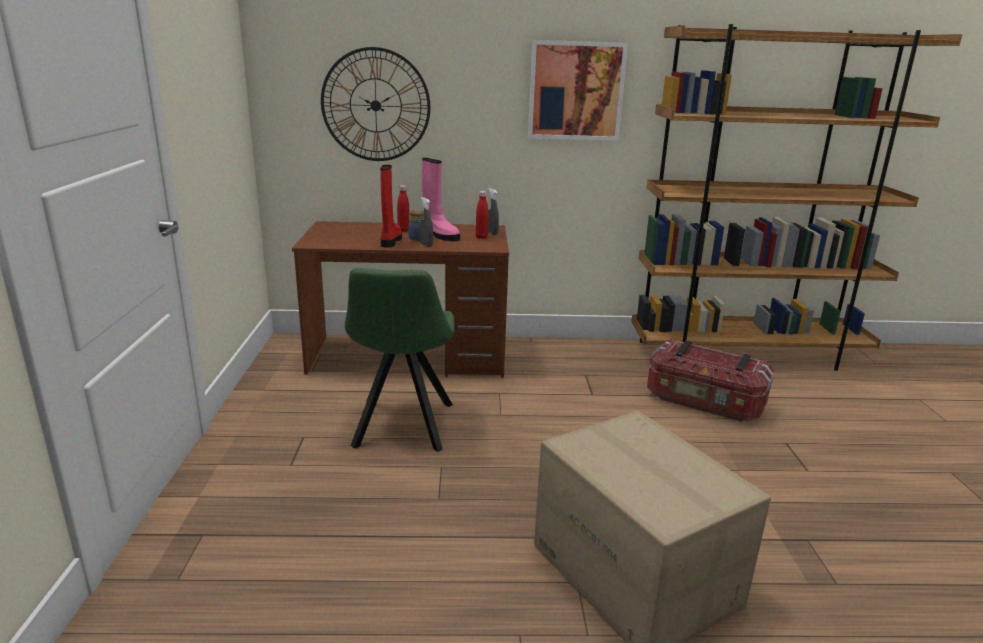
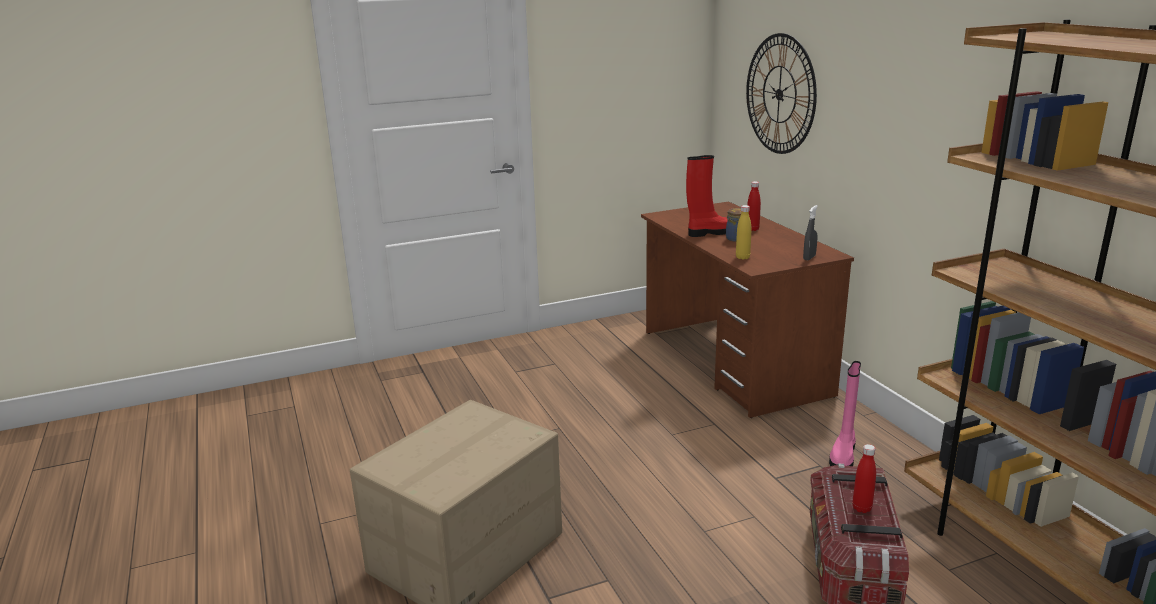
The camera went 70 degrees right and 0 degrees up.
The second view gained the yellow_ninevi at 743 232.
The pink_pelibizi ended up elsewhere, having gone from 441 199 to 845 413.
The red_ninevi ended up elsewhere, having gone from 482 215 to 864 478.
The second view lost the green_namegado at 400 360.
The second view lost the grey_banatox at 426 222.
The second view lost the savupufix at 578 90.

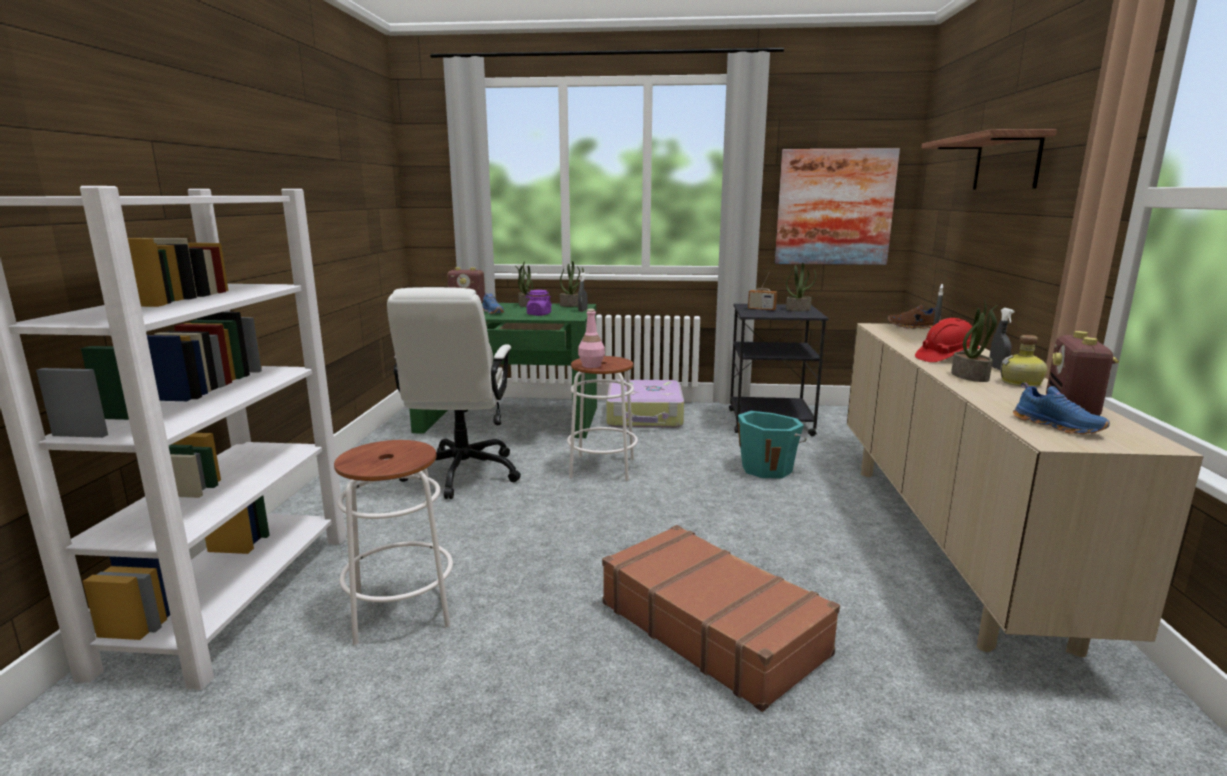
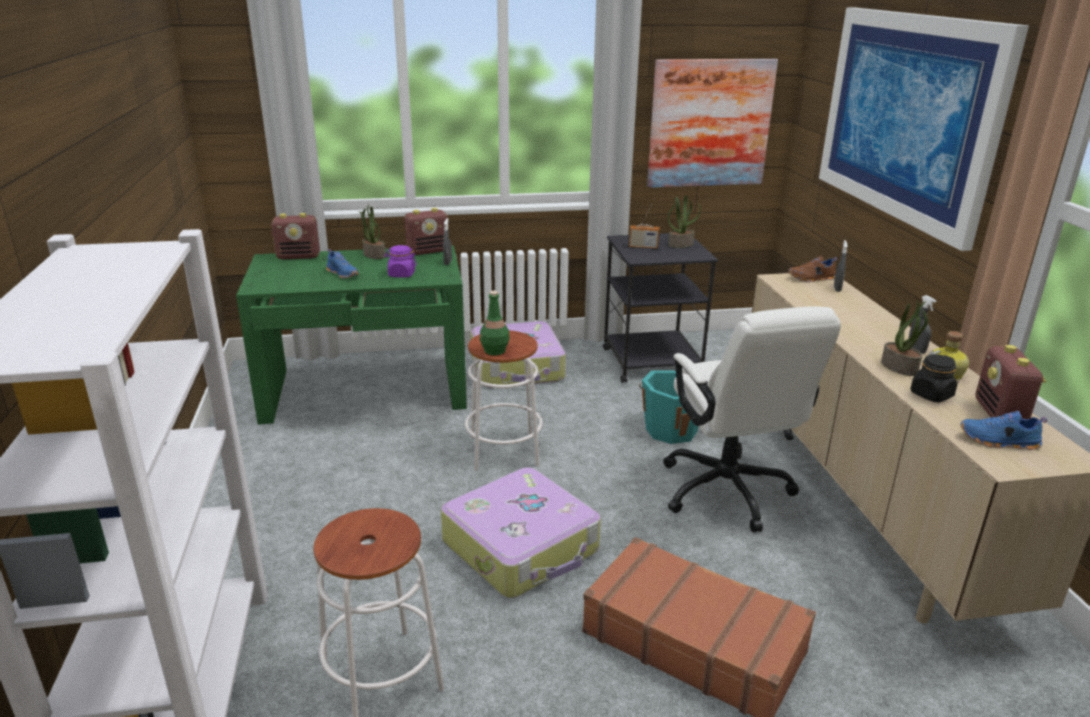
The camera went 15 degrees left and 10 degrees up.
Where the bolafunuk stood at 572 284, the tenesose came to stand at 426 231.
The second view gained the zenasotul at 521 532.
What was the pink_ninevi at 591 338 turned into the green_ninevi at 495 323.
The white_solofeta ended up elsewhere, having gone from 454 393 to 752 419.
Where the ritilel hung at 989 159, the savupufix came to hang at 924 129.
The second view gained the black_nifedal at 933 378.
The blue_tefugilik at 1061 408 ended up facing another way, 150 degrees clockwise from before.
The second view lost the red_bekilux at 947 340.

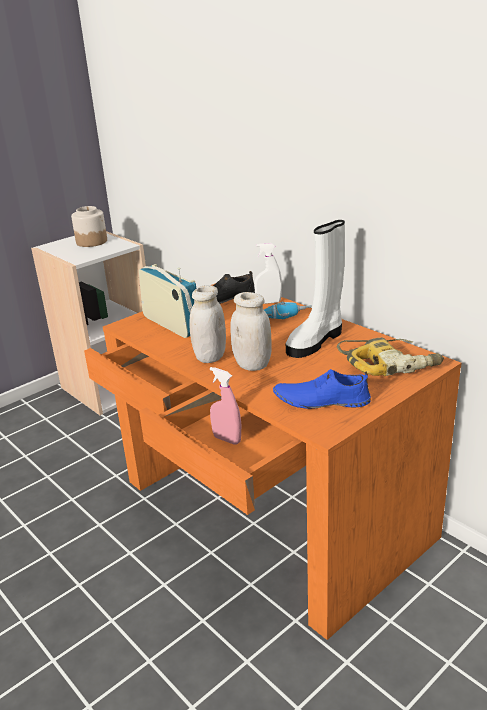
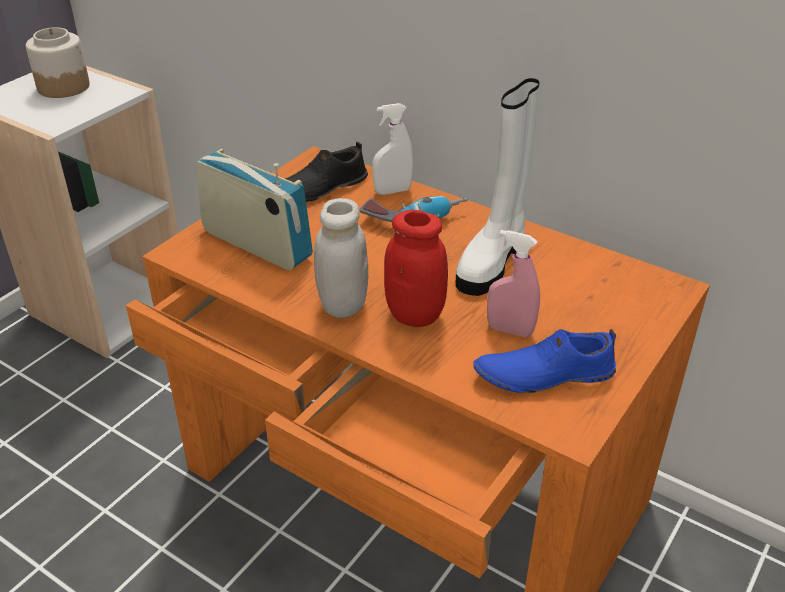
The camera went 15 degrees left and 10 degrees up.
What was the white_nifedal at 251 331 turned into the red_nifedal at 416 268.
The pink_banatox ended up elsewhere, having gone from 225 406 to 513 283.
The second view lost the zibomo at 390 356.

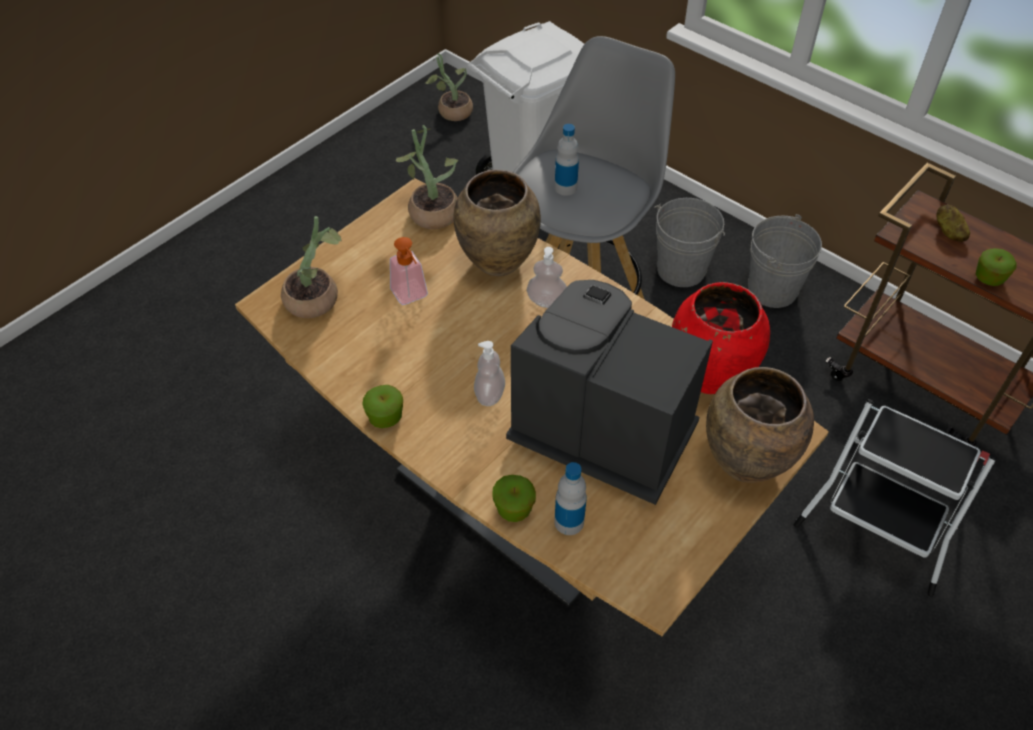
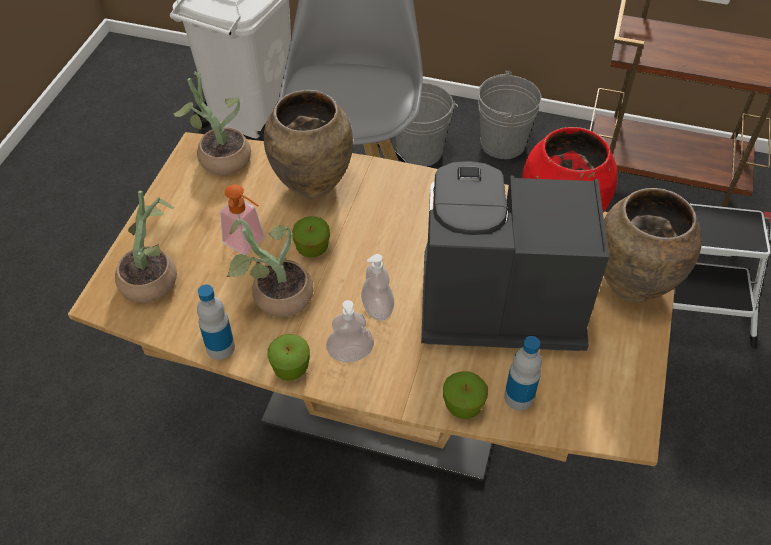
The camera went 25 degrees left and 0 degrees up.
The ninevi ended up elsewhere, having gone from 567 160 to 216 322.
The bolafunuk ended up elsewhere, having gone from 449 87 to 270 268.
The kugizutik ended up elsewhere, having gone from 996 267 to 311 236.
The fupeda ended up elsewhere, having gone from 547 277 to 350 331.
The second view lost the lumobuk at 953 223.

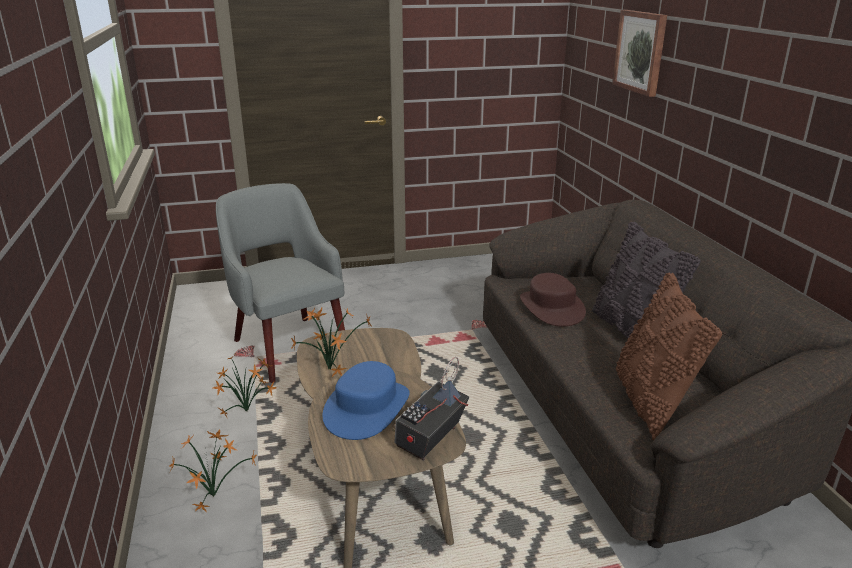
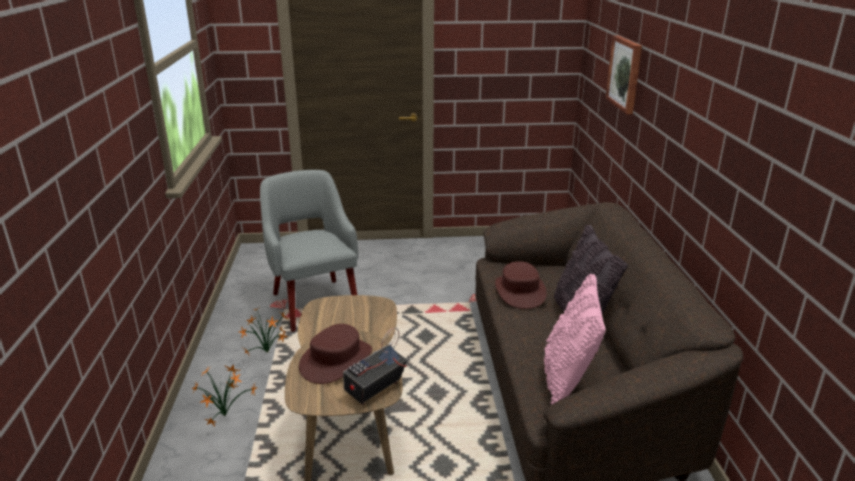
The camera went 10 degrees right and 0 degrees up.
What was the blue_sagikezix at 366 400 turned into the brown_sagikezix at 335 354.
What was the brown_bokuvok at 669 357 turned into the pink_bokuvok at 575 339.
The second view lost the bolafunuk at 332 342.

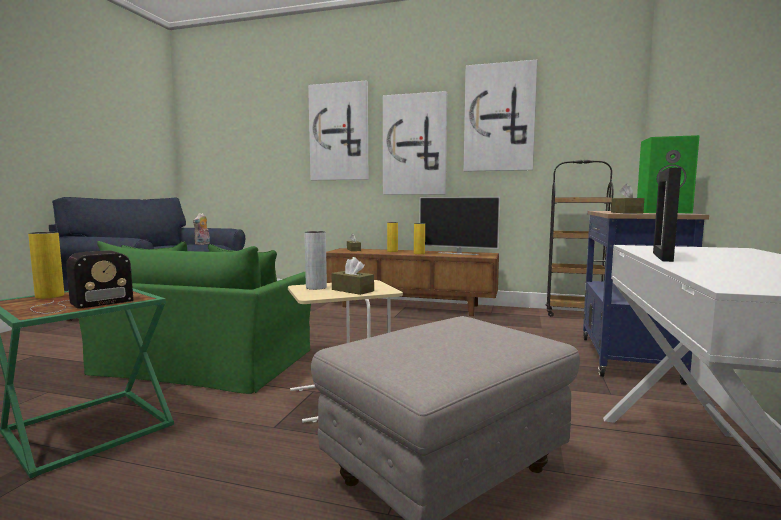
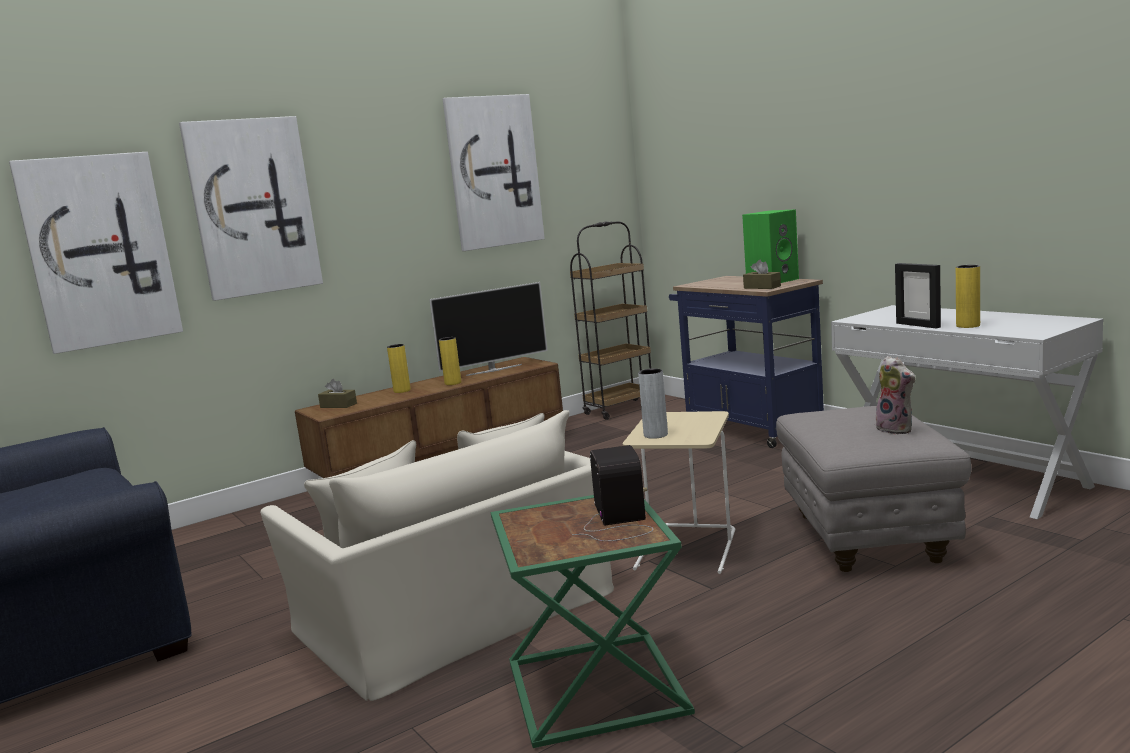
The camera went 50 degrees left and 5 degrees up.
The savupufix ended up elsewhere, having gone from 415 143 to 96 253.
What was the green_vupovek at 194 317 turned into the beige_vupovek at 437 555.
The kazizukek ended up elsewhere, having gone from 201 229 to 895 395.
The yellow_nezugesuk ended up elsewhere, having gone from 46 265 to 968 296.
The second view lost the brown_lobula at 353 276.

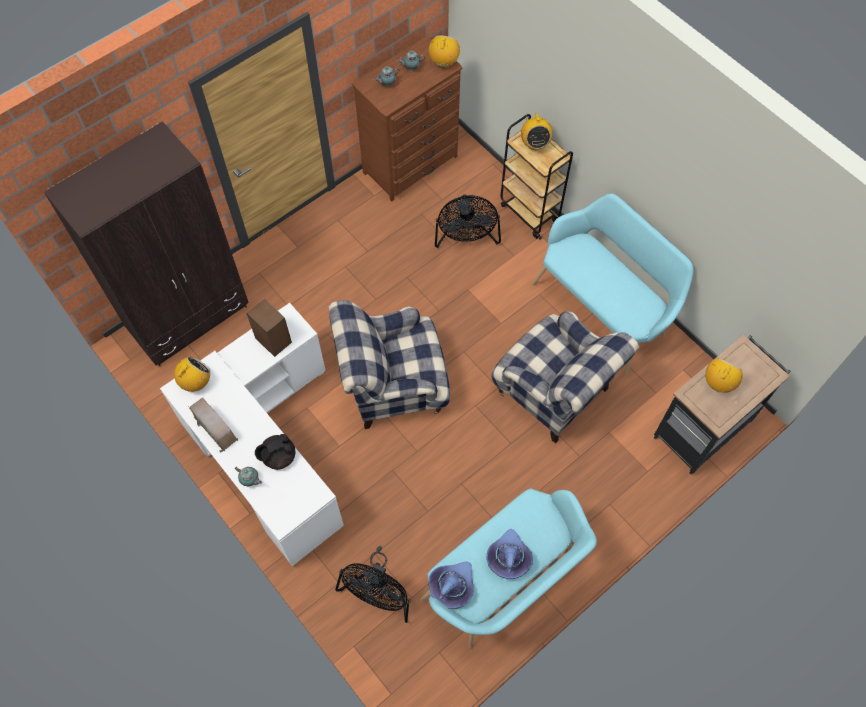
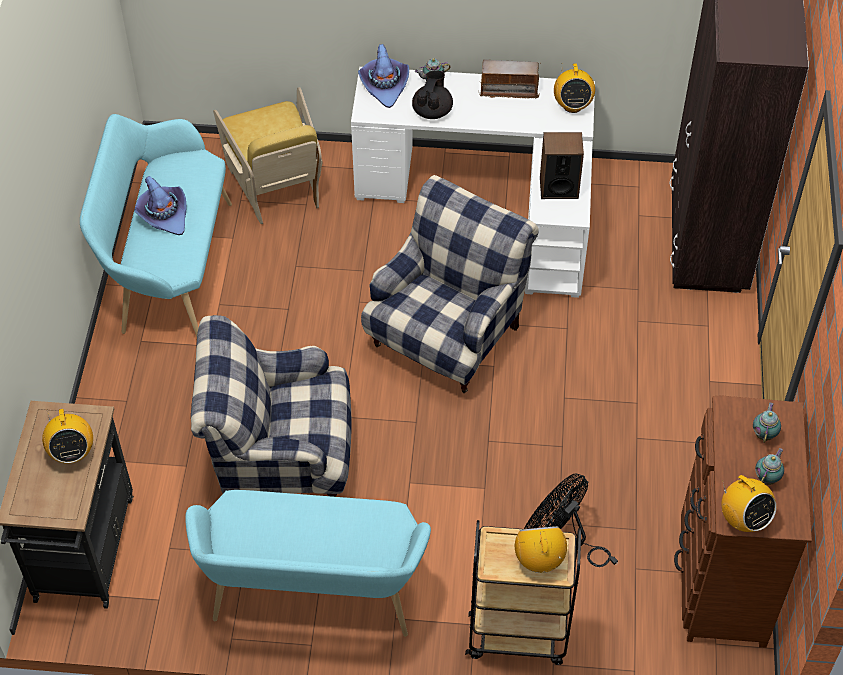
The camera went 135 degrees right and 10 degrees down.
Where the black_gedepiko stood at 373 584, the yellow_vupovek came to stand at 268 155.
The purple_sagikezix ended up elsewhere, having gone from 451 585 to 383 76.
The tenesose at 537 131 ended up facing another way, 45 degrees clockwise from before.

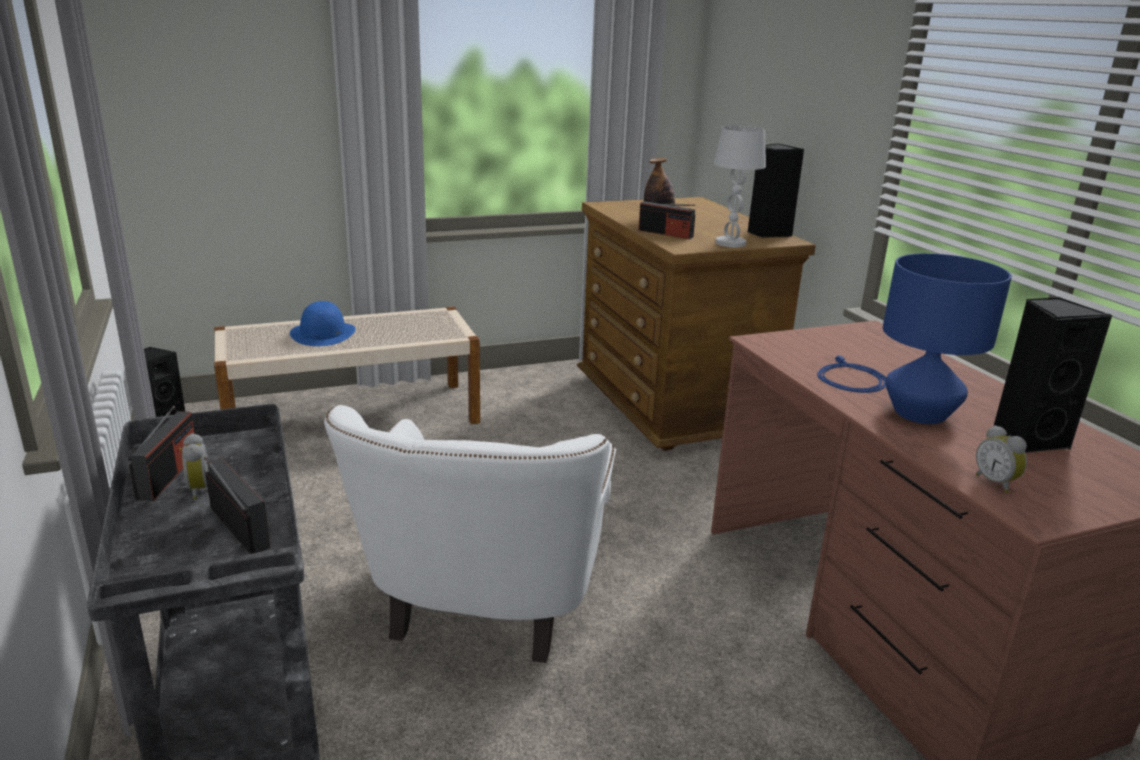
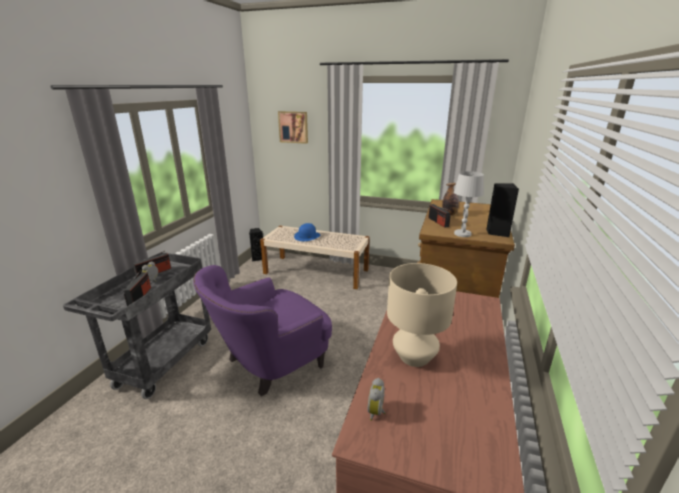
The camera went 40 degrees right and 0 degrees up.
What was the white_vupovek at 470 534 turned into the purple_vupovek at 262 330.
The second view gained the savupufix at 293 127.
What was the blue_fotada at 914 338 turned into the beige_fotada at 422 315.
The second view lost the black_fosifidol at 1053 375.

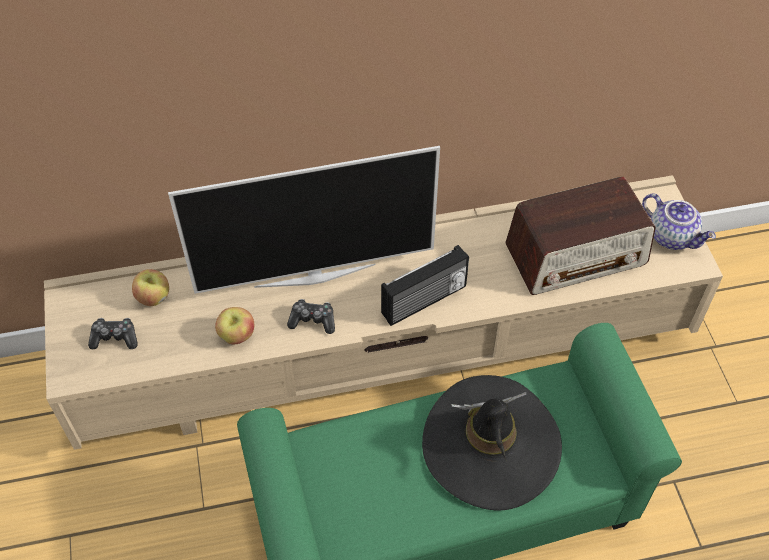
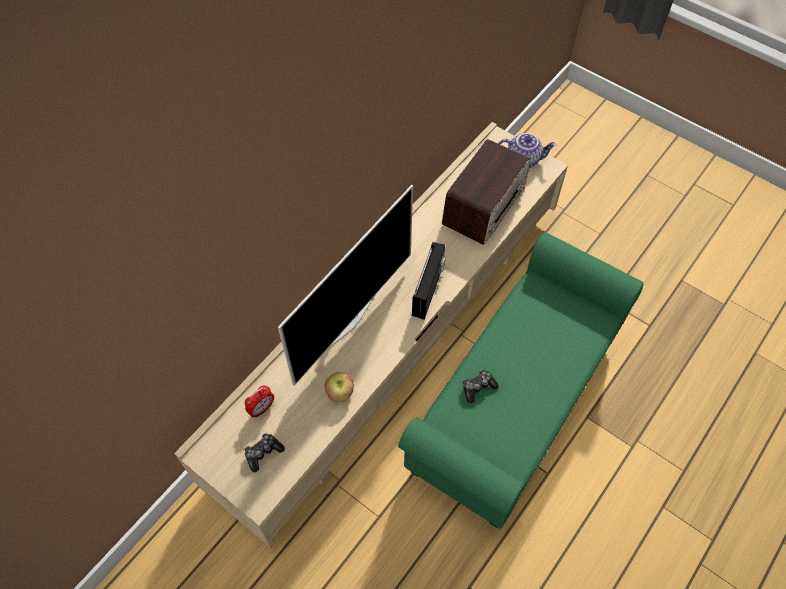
The camera went 40 degrees left and 5 degrees up.
Where the kugizutik stood at 150 287, the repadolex came to stand at 259 401.
The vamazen ended up elsewhere, having gone from 311 316 to 481 386.
The second view lost the black_sagikezix at 492 443.

